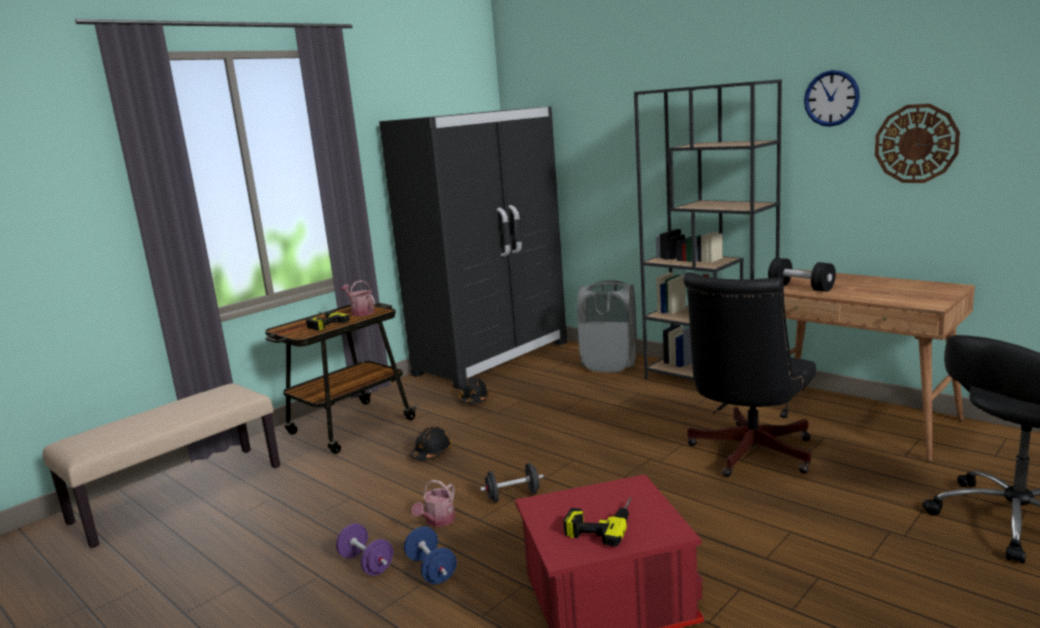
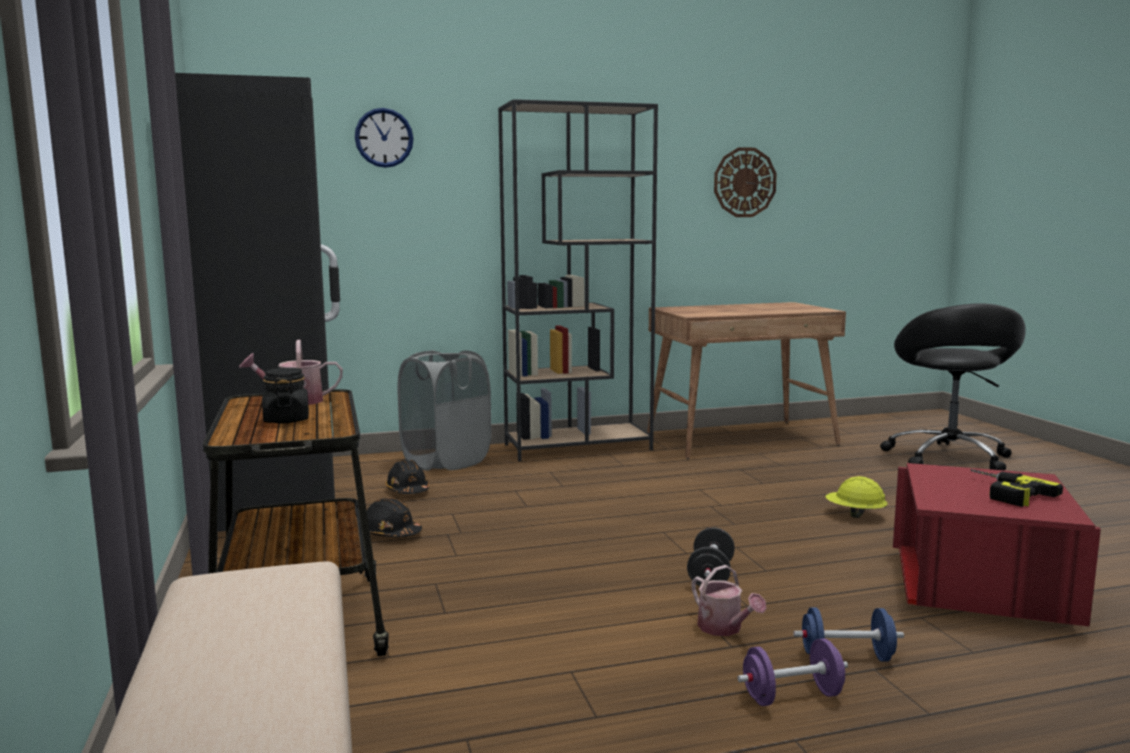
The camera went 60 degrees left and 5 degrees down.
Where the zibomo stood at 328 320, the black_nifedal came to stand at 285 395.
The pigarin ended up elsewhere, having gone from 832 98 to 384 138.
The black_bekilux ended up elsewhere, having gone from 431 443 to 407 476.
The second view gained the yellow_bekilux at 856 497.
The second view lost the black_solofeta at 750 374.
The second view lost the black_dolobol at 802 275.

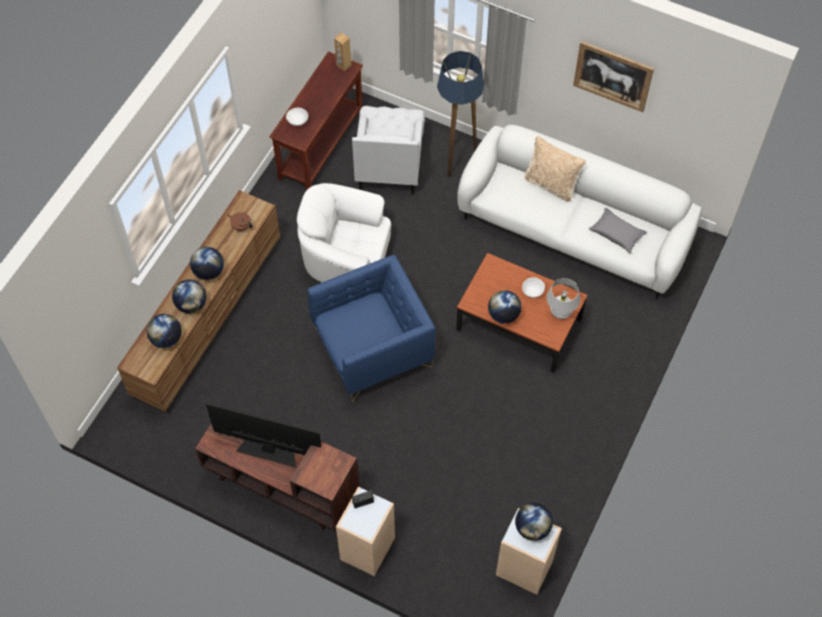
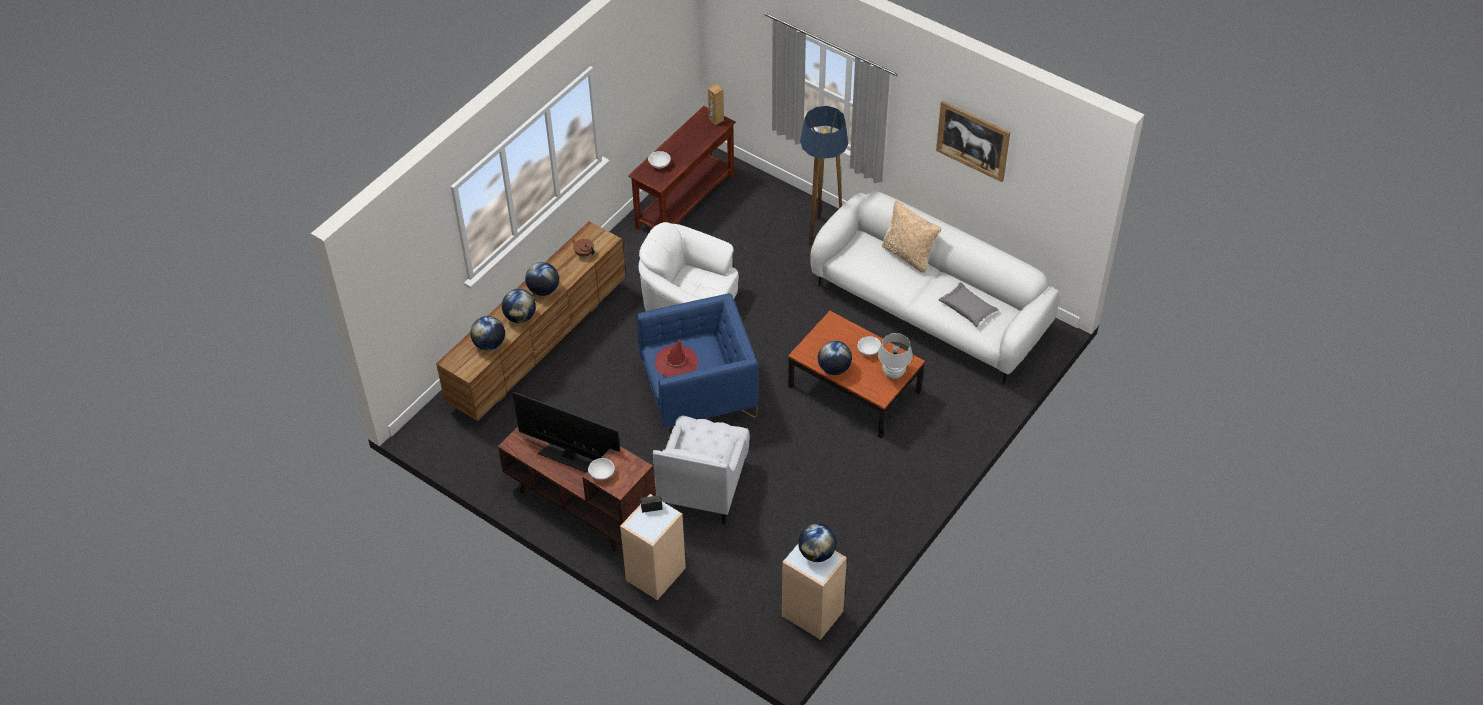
The camera went 10 degrees right and 10 degrees down.
The second view gained the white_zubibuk at 601 469.
The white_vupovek ended up elsewhere, having gone from 388 150 to 701 470.
The second view gained the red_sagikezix at 676 358.

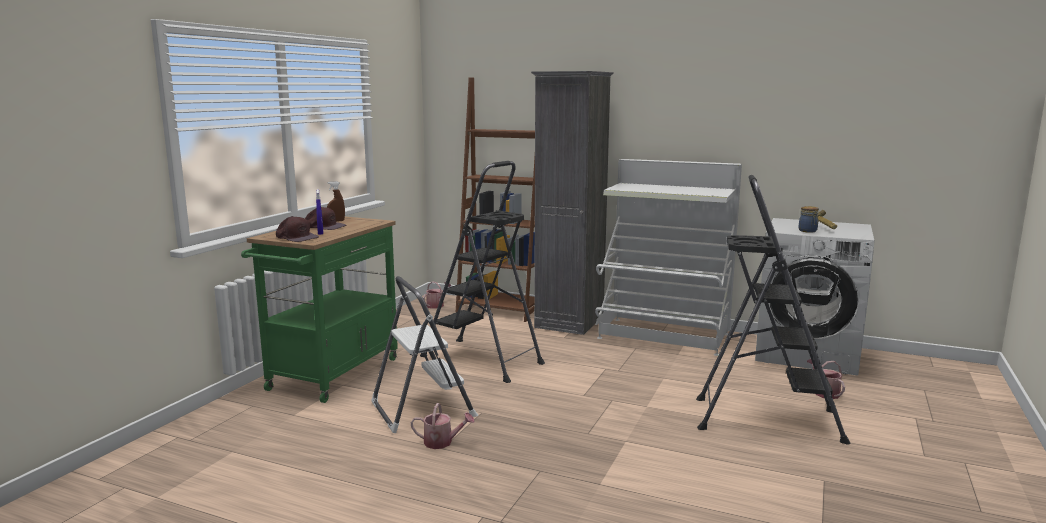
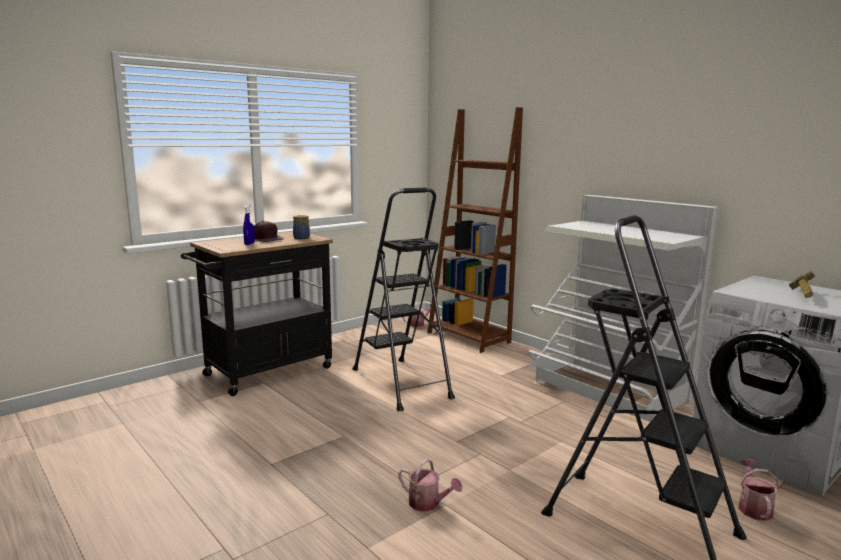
The camera went 25 degrees right and 0 degrees up.
What was the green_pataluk at 319 310 turned into the black_pataluk at 257 313.
The nifedal ended up elsewhere, having gone from 809 219 to 301 227.
The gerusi ended up elsewhere, having gone from 443 426 to 430 485.
The second view lost the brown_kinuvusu at 297 229.
The second view lost the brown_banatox at 336 201.
The second view lost the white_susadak at 424 354.
The second view lost the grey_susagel at 572 203.

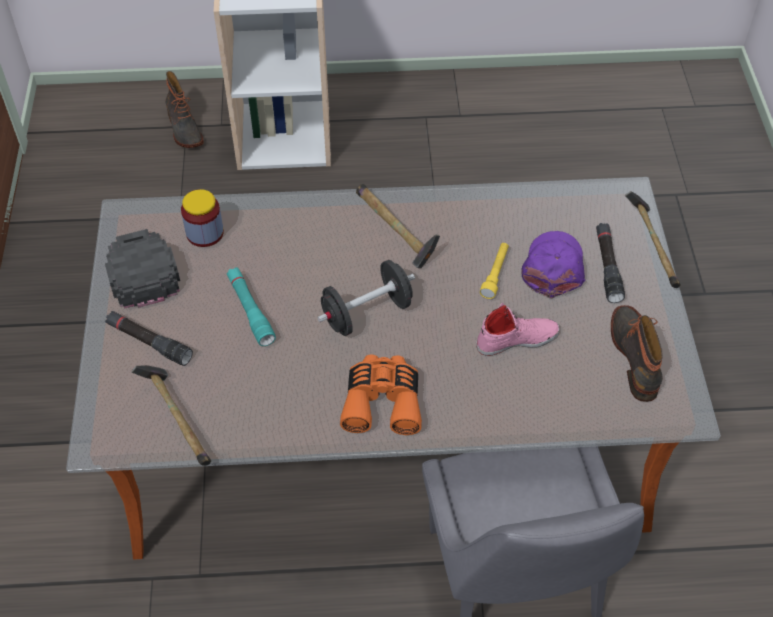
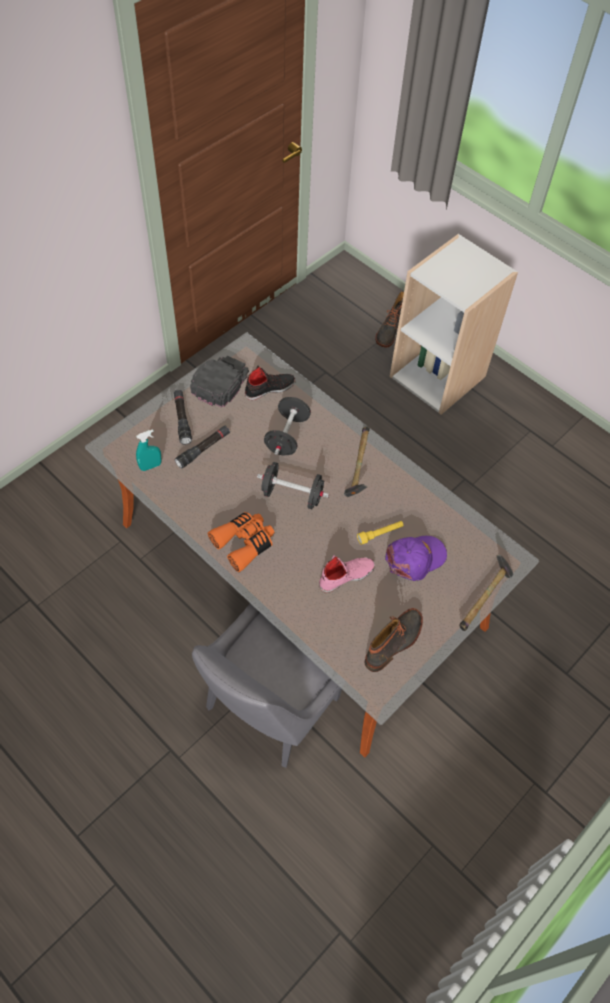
The camera went 45 degrees right and 5 degrees up.
Where the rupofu stood at 171 415, the turquoise_banatox came to stand at 149 450.
The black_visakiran ended up elsewhere, having gone from 610 263 to 202 447.
Where the nifedal stood at 202 218, the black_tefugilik came to stand at 270 383.
The second view gained the black_dolobol at 287 426.
The pink_tefugilik at 517 329 ended up facing another way, 60 degrees counterclockwise from before.
The second view lost the turquoise_visakiran at 251 306.

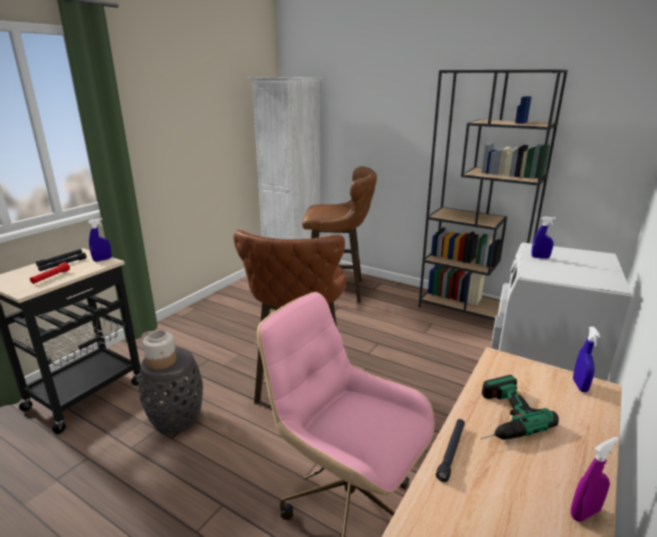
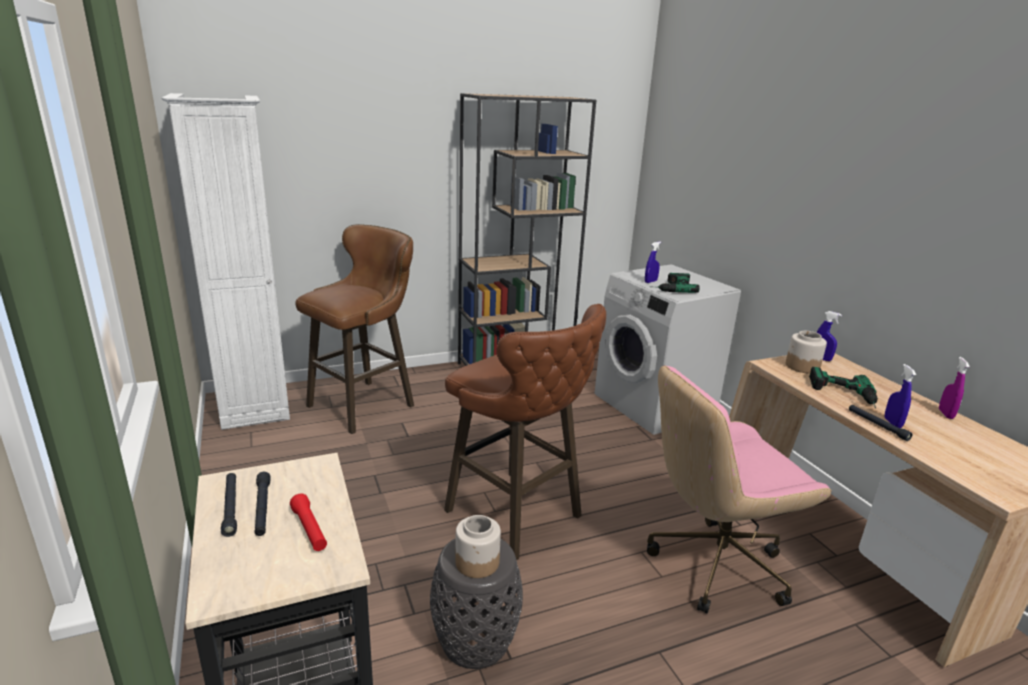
The camera went 55 degrees left and 0 degrees up.
The second view gained the zibomo at 674 283.
The second view gained the nifedal at 806 352.
The blue_banatox ended up elsewhere, having gone from 100 240 to 900 396.

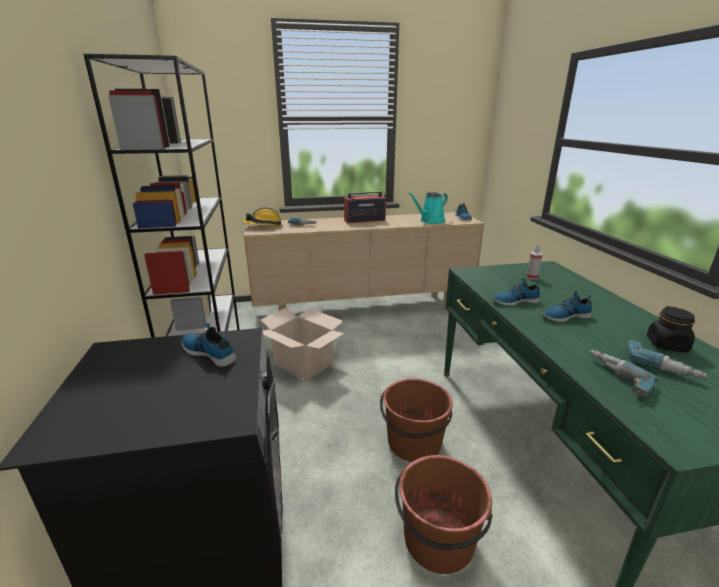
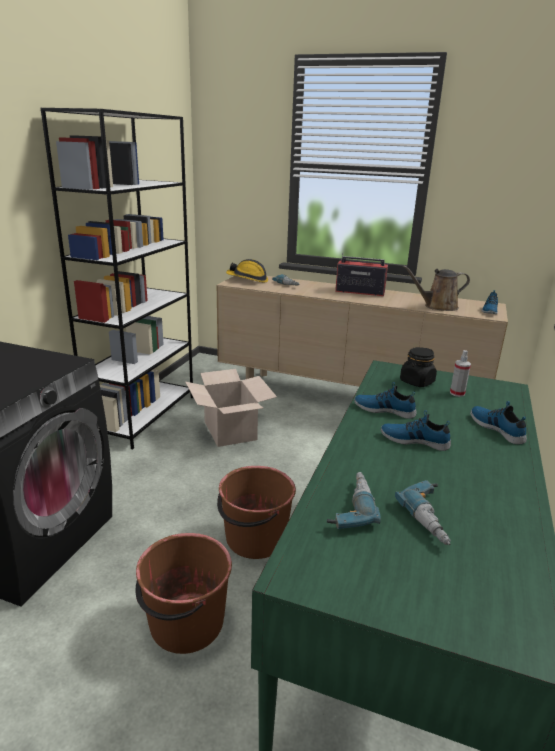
The camera went 30 degrees right and 0 degrees up.
The black_nifedal ended up elsewhere, having gone from 671 329 to 418 367.
What was the turquoise_gerusi at 428 208 turned into the brown_gerusi at 436 288.
The tefugilik ended up elsewhere, having gone from 208 345 to 498 422.

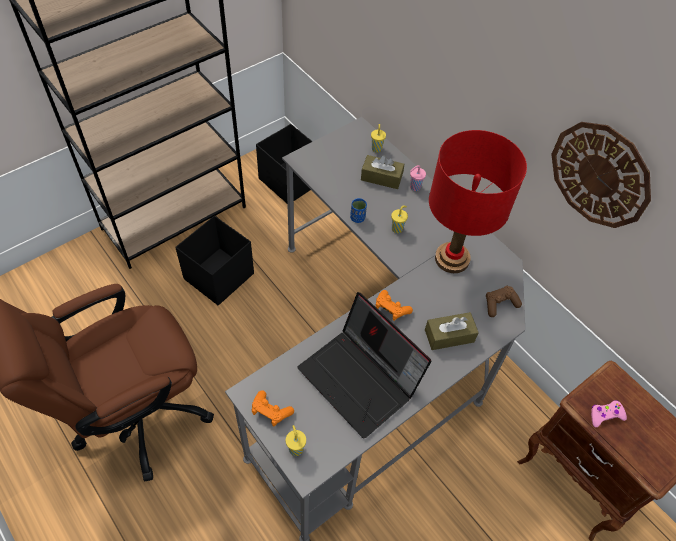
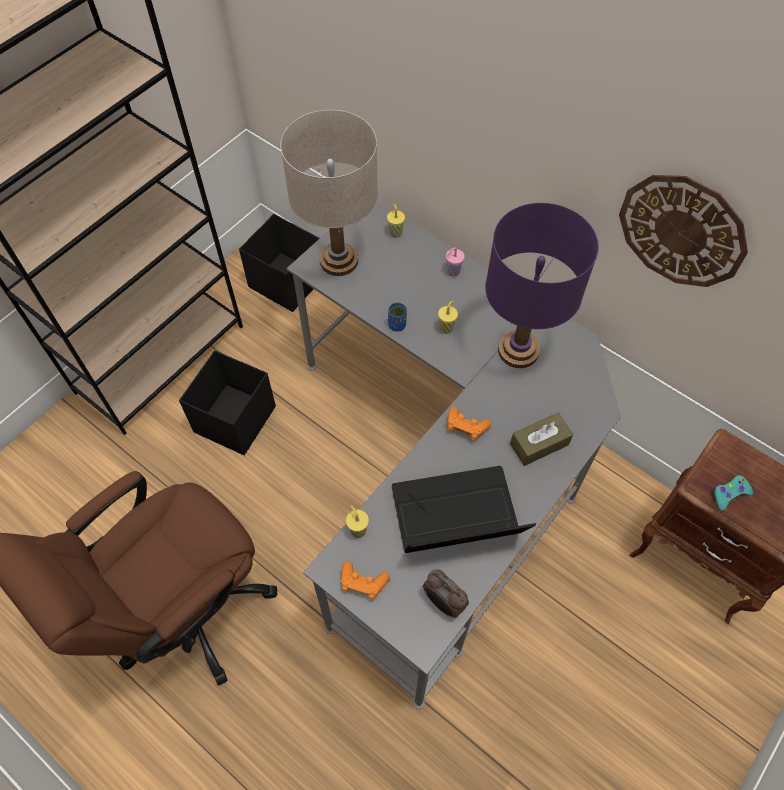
The camera went 10 degrees left and 5 degrees up.
The second view gained the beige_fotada at 329 193.
The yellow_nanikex ended up elsewhere, having gone from 296 440 to 357 521.
The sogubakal at 364 365 ended up facing another way, 135 degrees clockwise from before.
The second view gained the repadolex at 446 593.
What was the red_fotada at 478 201 turned into the purple_fotada at 542 285.
What was the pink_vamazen at 609 413 turned into the turquoise_vamazen at 733 493.
The second view lost the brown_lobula at 382 172.
The second view lost the brown_vamazen at 504 301.

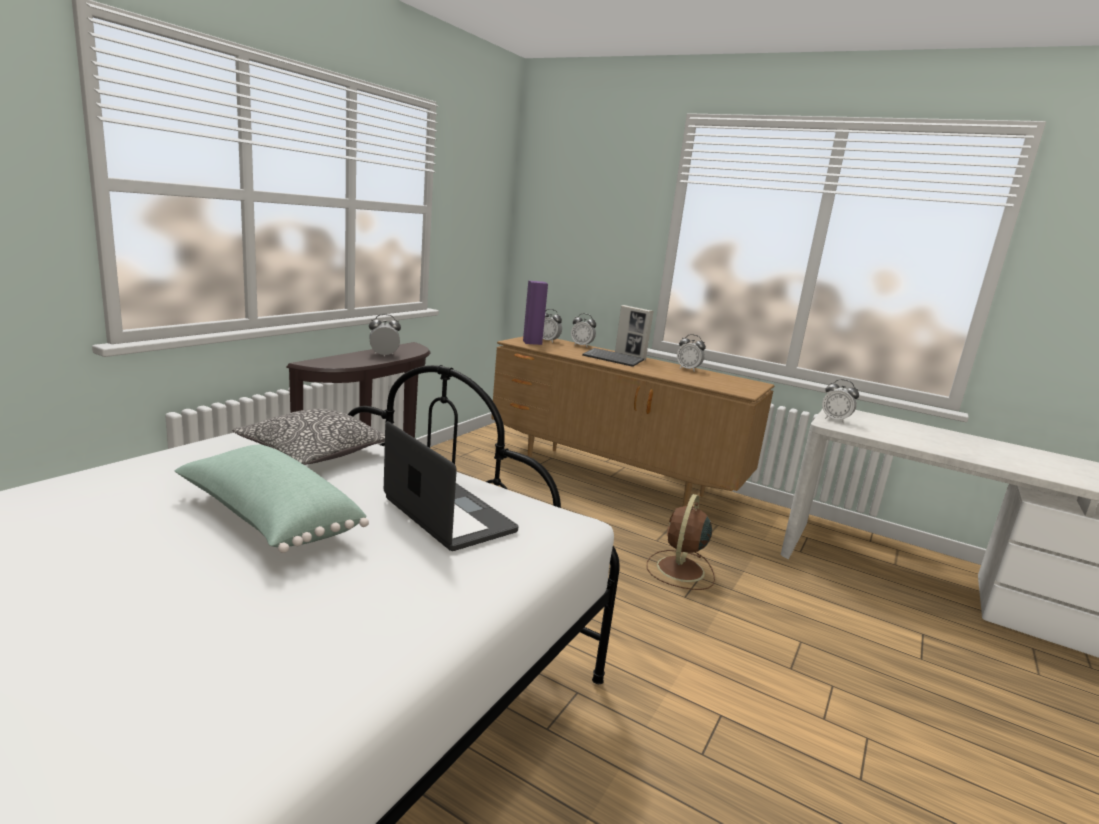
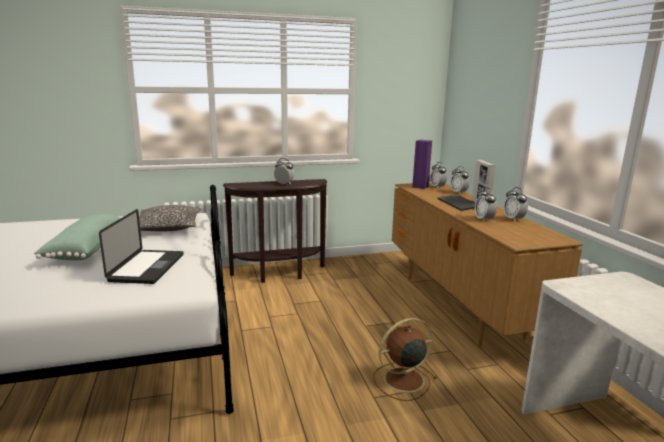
The camera went 45 degrees right and 0 degrees up.
The repadolex ended up elsewhere, having gone from 840 401 to 486 204.

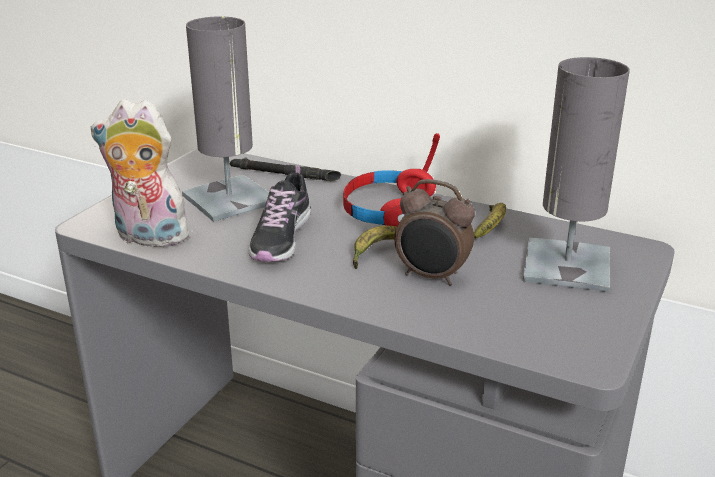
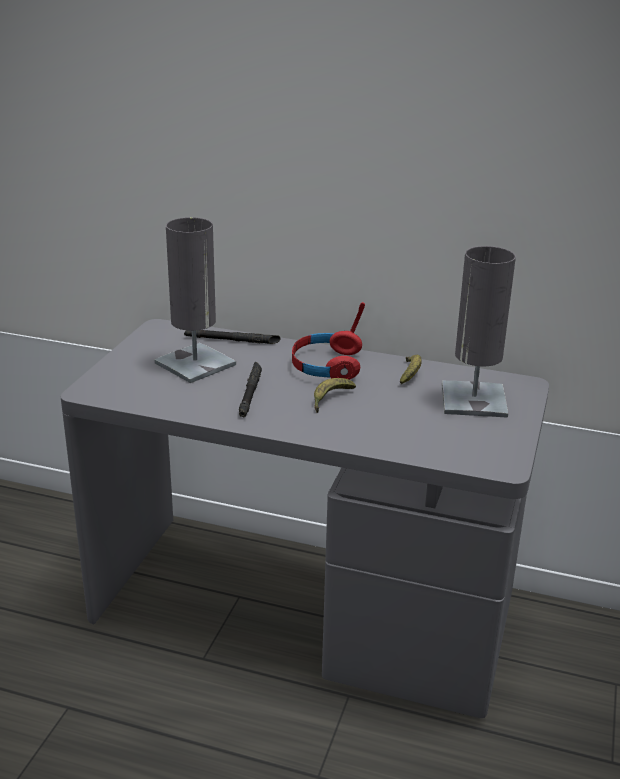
The camera went 10 degrees left and 0 degrees up.
Where the tefugilik stood at 279 214, the black_visakiran came to stand at 250 389.
The second view lost the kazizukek at 140 173.
The second view lost the repadolex at 434 232.

